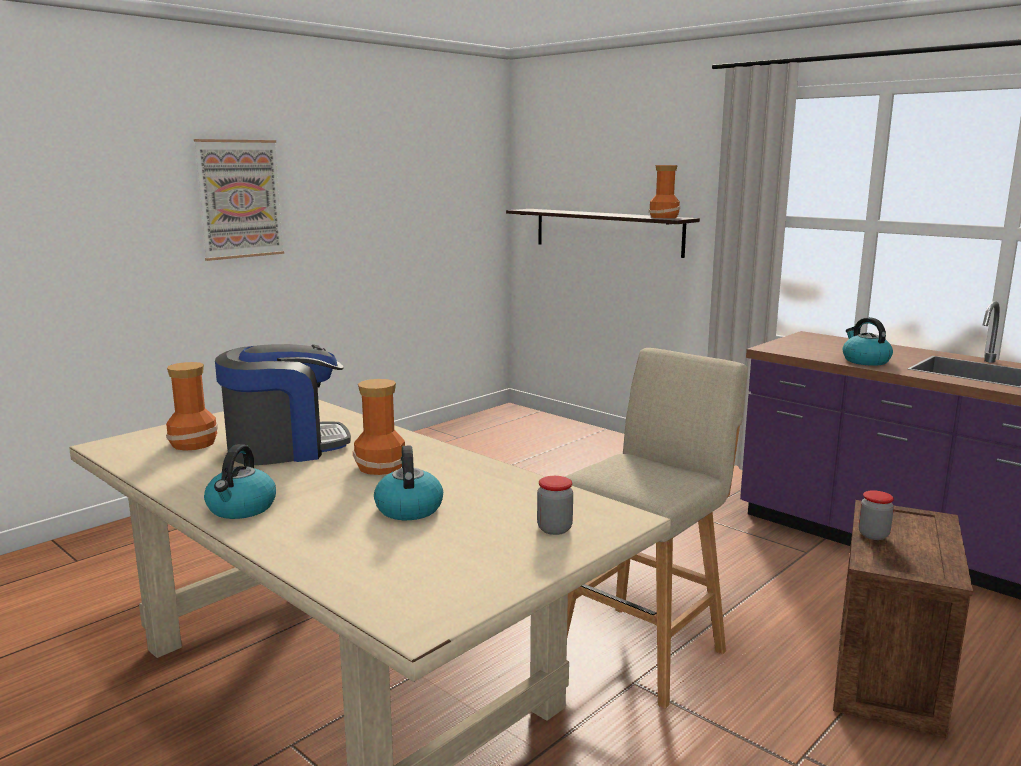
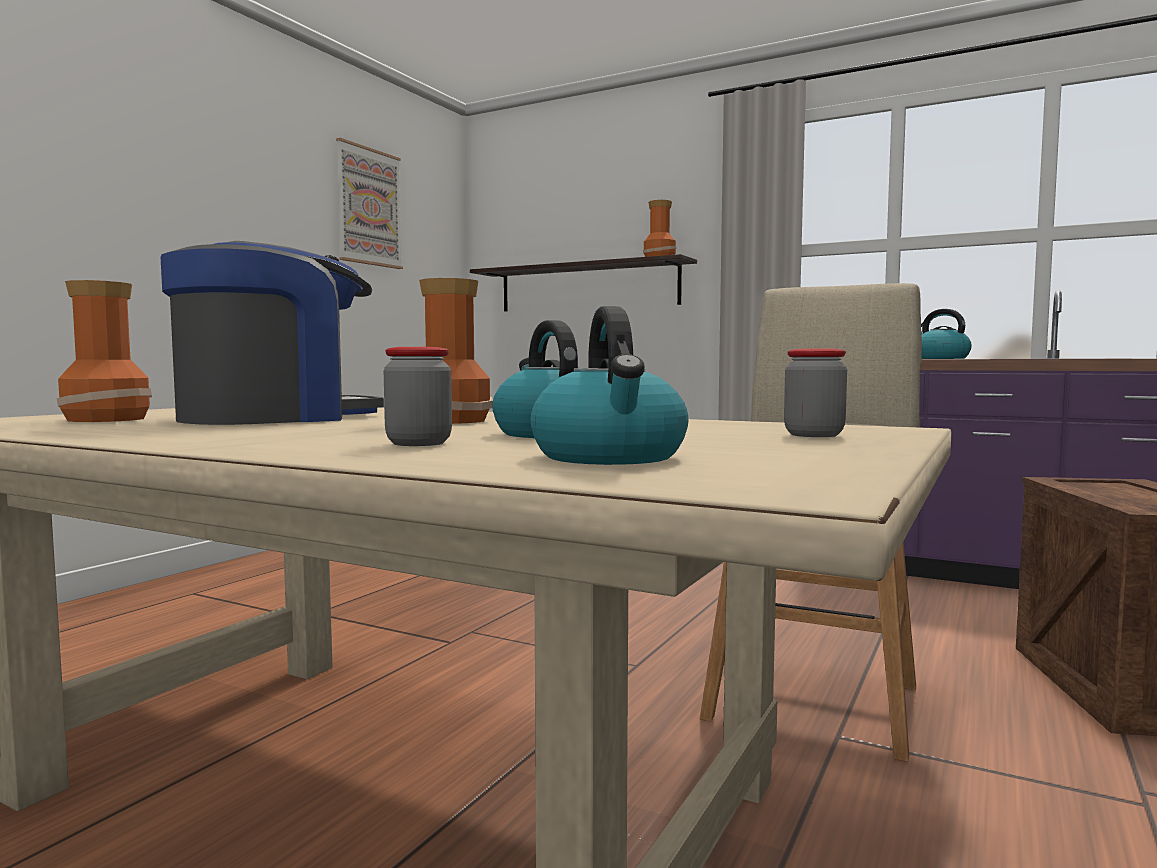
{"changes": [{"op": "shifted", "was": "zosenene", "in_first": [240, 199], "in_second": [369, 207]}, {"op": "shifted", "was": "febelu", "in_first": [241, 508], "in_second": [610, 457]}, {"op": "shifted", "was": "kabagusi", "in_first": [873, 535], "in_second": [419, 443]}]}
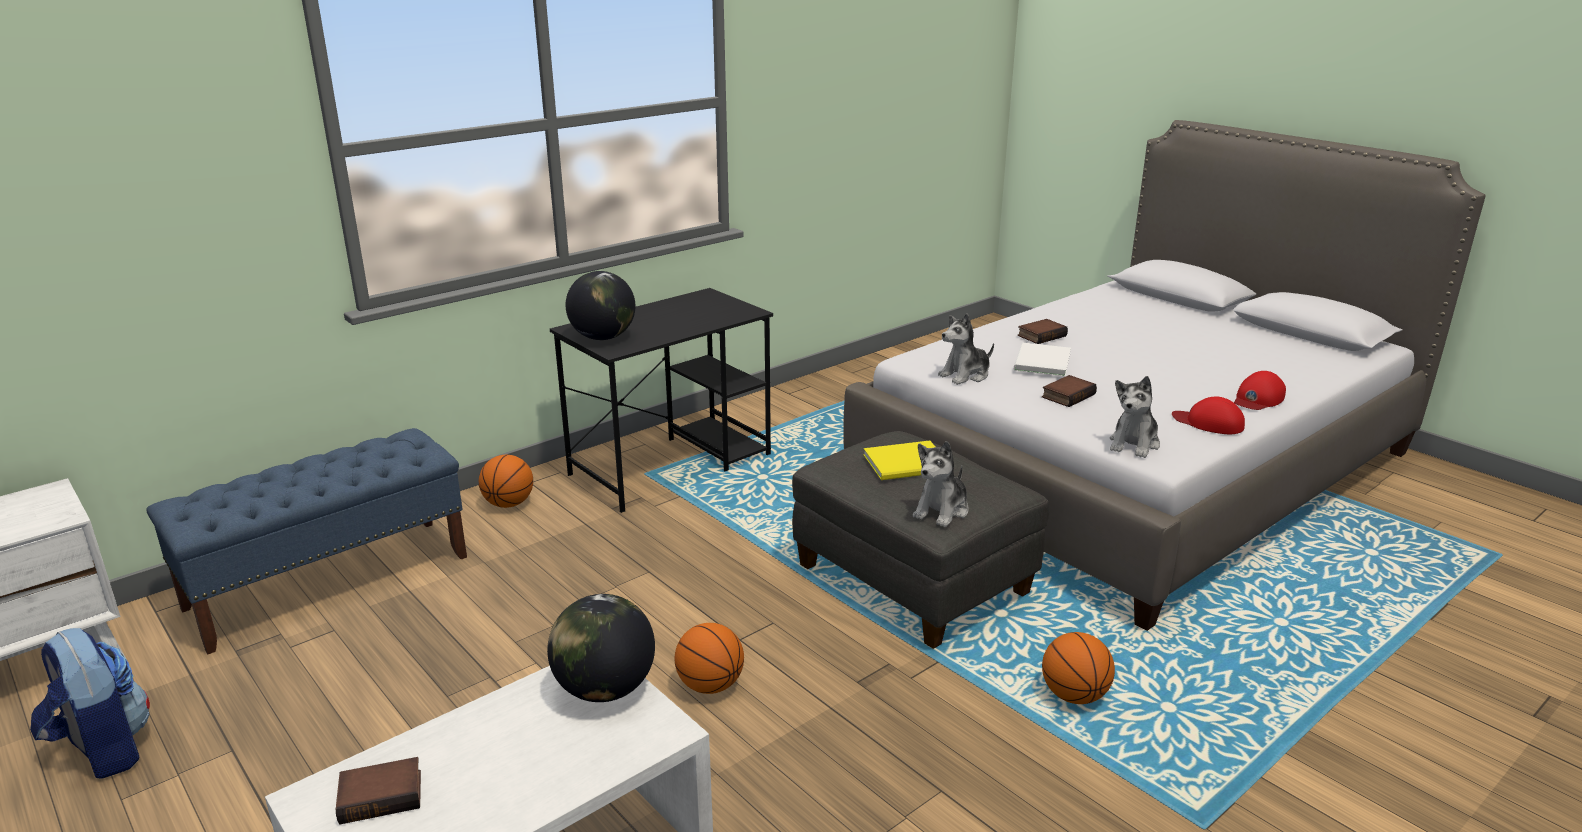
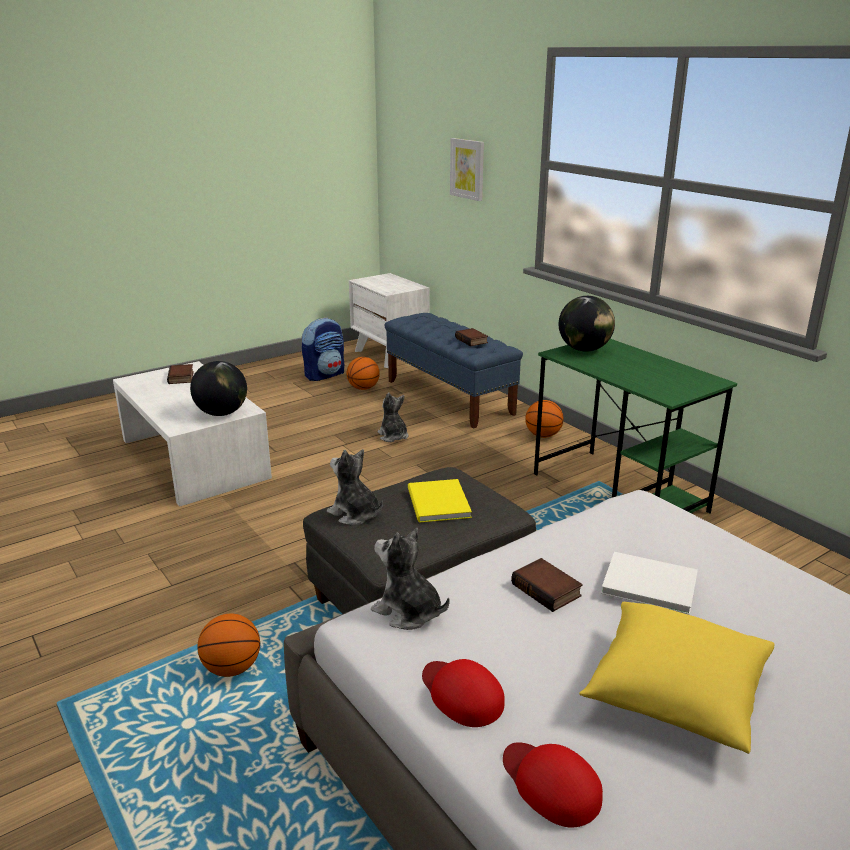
{"changes": [{"op": "repainted", "was": "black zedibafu", "now": "green zedibafu", "in_first": [672, 464], "in_second": [619, 493]}, {"op": "shifted", "was": "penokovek", "in_first": [710, 685], "in_second": [363, 388]}, {"op": "shifted", "was": "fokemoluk", "in_first": [965, 375], "in_second": [393, 436]}, {"op": "shifted", "was": "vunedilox", "in_first": [1041, 335], "in_second": [472, 340]}, {"op": "rotated", "was": "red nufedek", "in_first": [1208, 422], "in_second": [461, 694], "clockwise": -75}, {"op": "new", "now": "zosenene", "in_second": [467, 169]}, {"op": "new", "now": "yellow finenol", "in_second": [674, 694]}]}
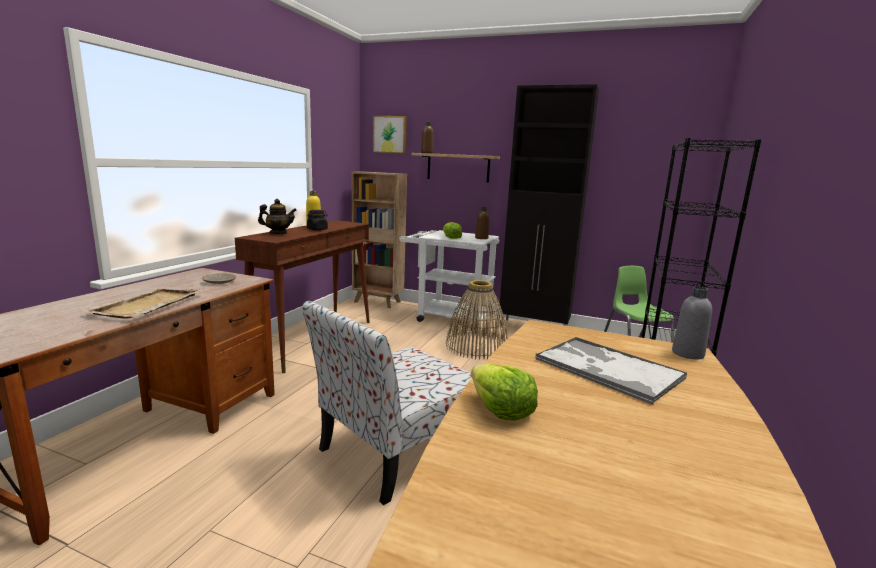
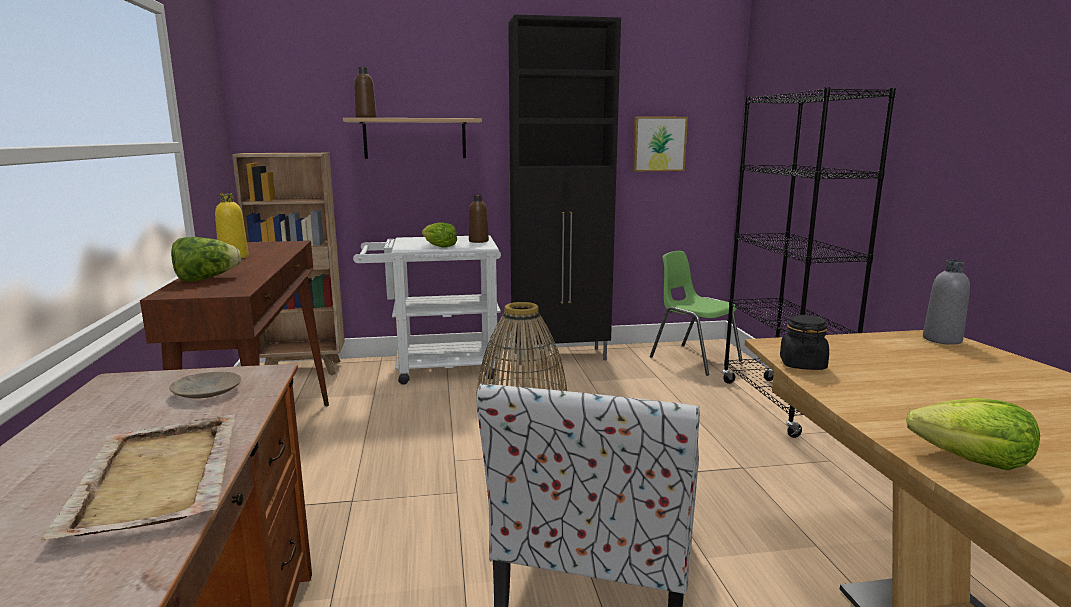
{"changes": [{"op": "swapped", "was": "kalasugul", "now": "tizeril", "in_first": [278, 233], "in_second": [206, 279]}, {"op": "shifted", "was": "black kabagusi", "in_first": [317, 229], "in_second": [802, 364]}, {"op": "shifted", "was": "zosenene", "in_first": [390, 134], "in_second": [658, 144]}, {"op": "gone", "was": "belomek", "in_first": [606, 368]}]}
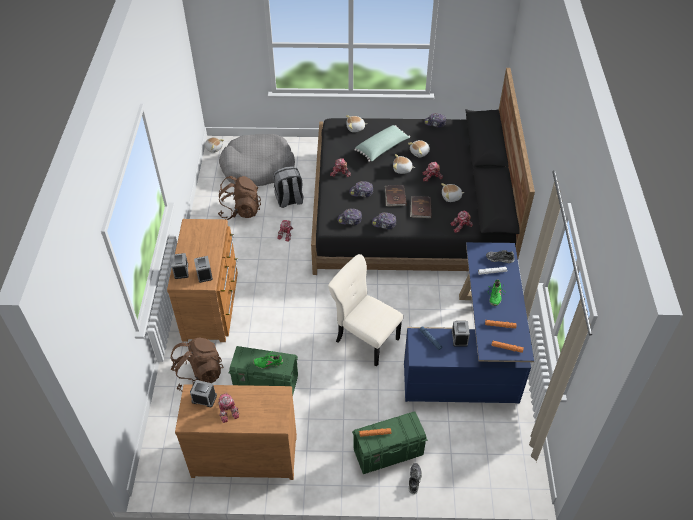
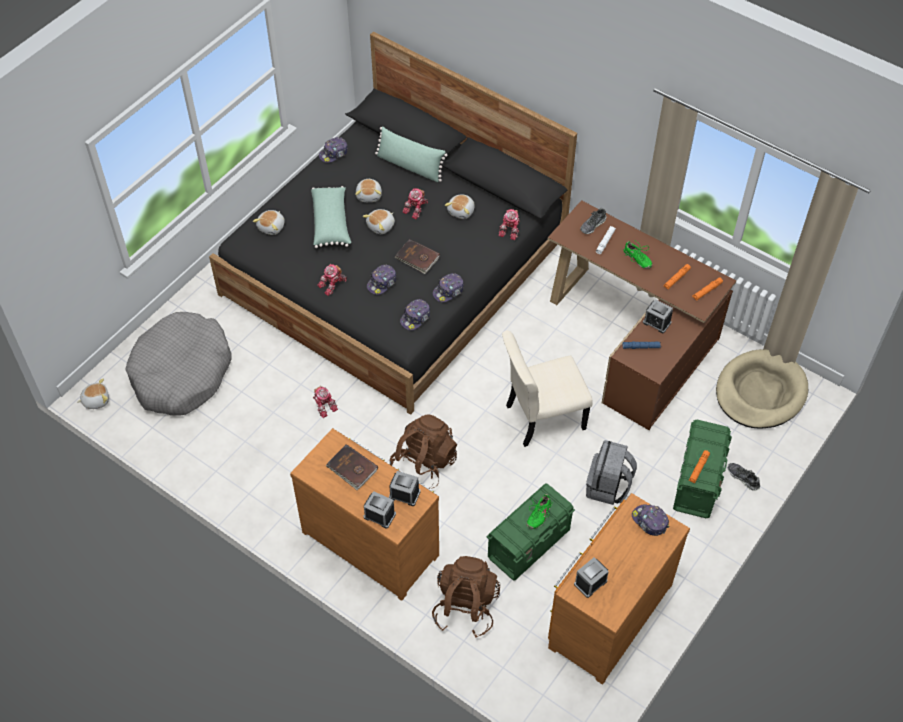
{"changes": [{"op": "shifted", "was": "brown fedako", "in_first": [240, 210], "in_second": [424, 464]}, {"op": "gone", "was": "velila", "in_first": [228, 410]}, {"op": "shifted", "was": "grey fedako", "in_first": [289, 200], "in_second": [608, 487]}, {"op": "repainted", "was": "blue zedibafu", "now": "brown zedibafu", "in_first": [472, 355], "in_second": [634, 339]}, {"op": "shifted", "was": "brown vunedilox", "in_first": [420, 208], "in_second": [352, 468]}, {"op": "new", "now": "green finenol", "in_second": [410, 166]}, {"op": "new", "now": "nufedek", "in_second": [649, 521]}, {"op": "new", "now": "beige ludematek", "in_second": [760, 392]}]}
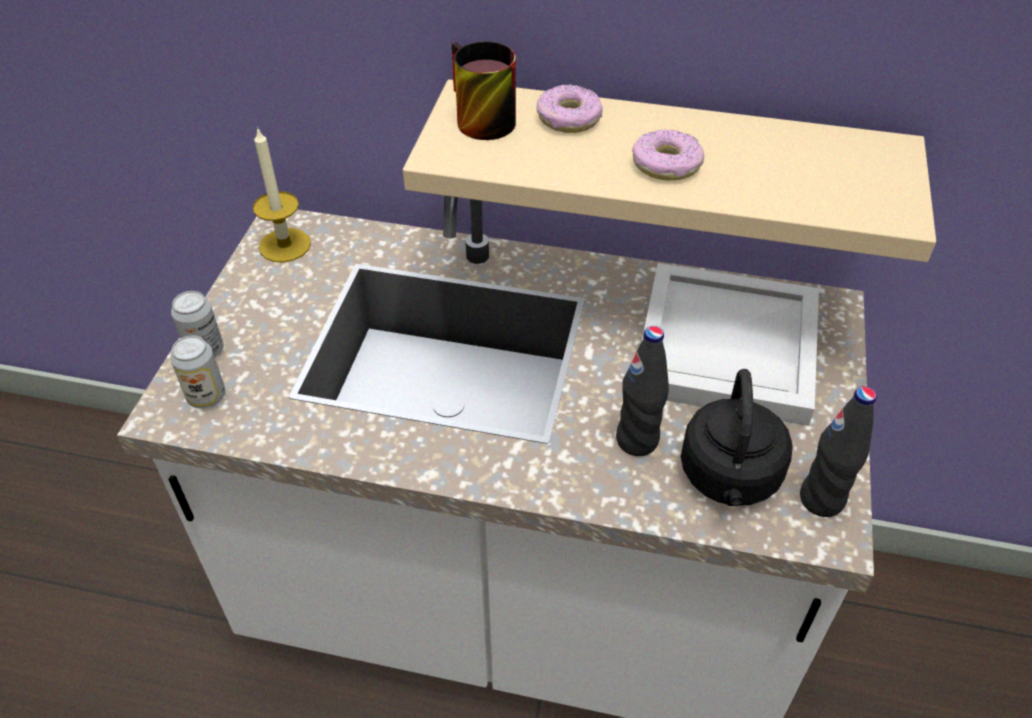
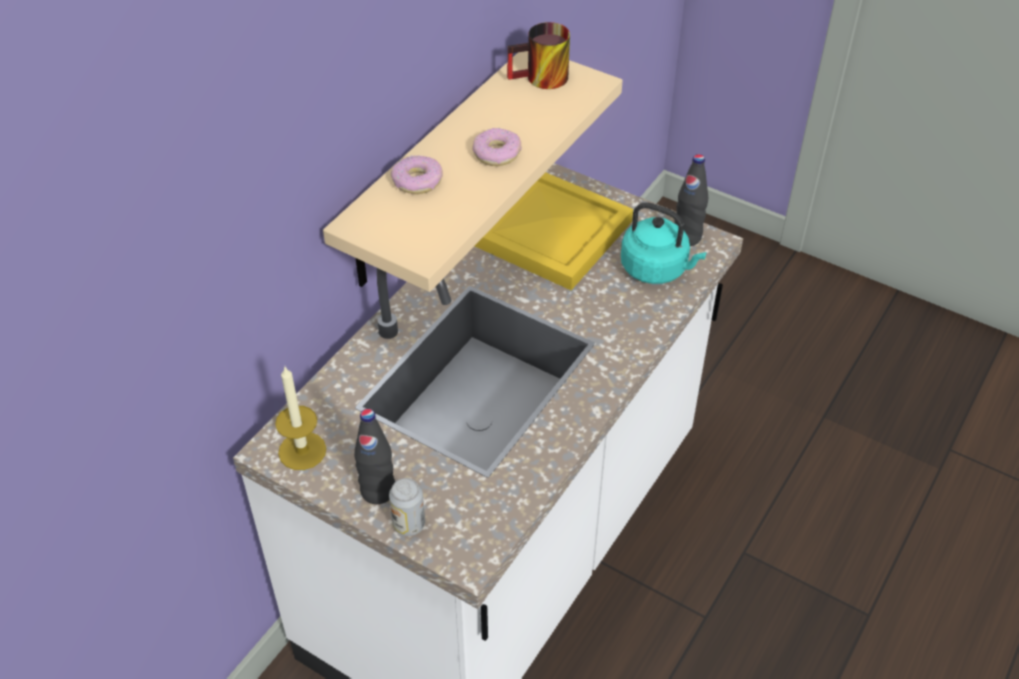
{"changes": [{"op": "gone", "was": "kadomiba", "in_first": [206, 396]}, {"op": "shifted", "was": "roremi", "in_first": [476, 119], "in_second": [541, 80]}, {"op": "shifted", "was": "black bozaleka", "in_first": [637, 440], "in_second": [378, 491]}, {"op": "repainted", "was": "white belomek", "now": "yellow belomek", "in_first": [729, 346], "in_second": [551, 231]}, {"op": "repainted", "was": "black febelu", "now": "turquoise febelu", "in_first": [729, 478], "in_second": [657, 269]}]}
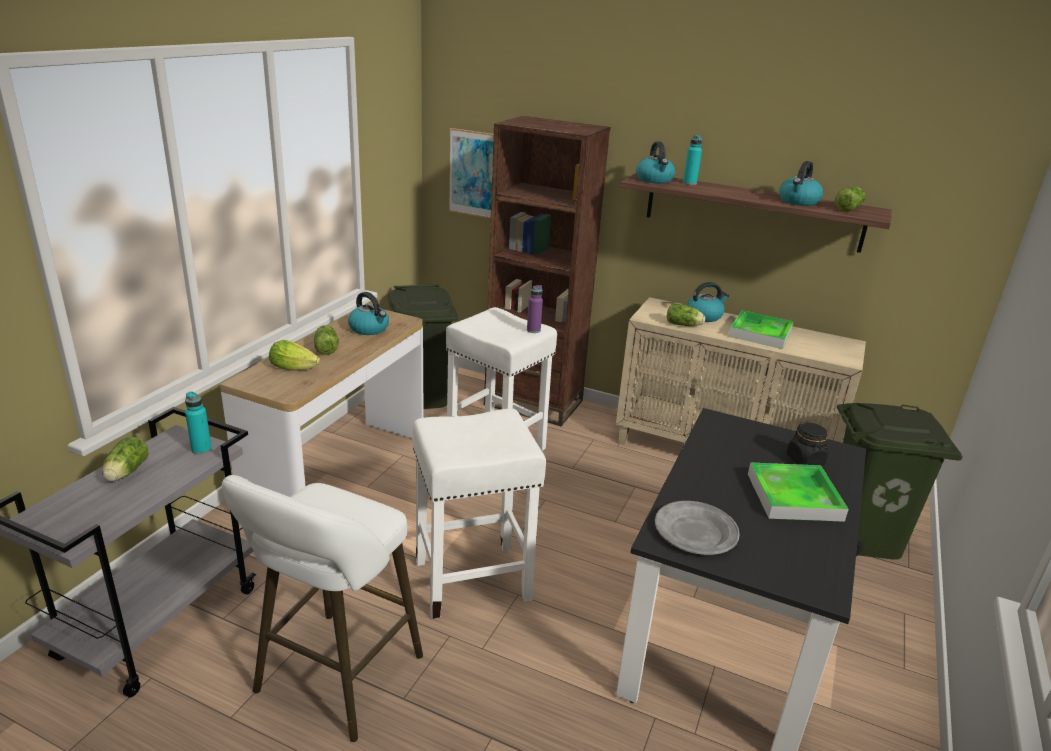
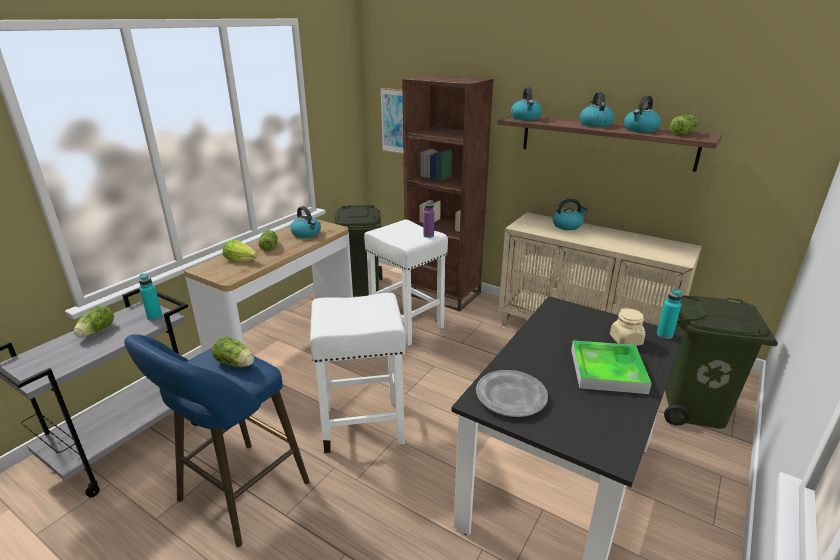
{"changes": [{"op": "repainted", "was": "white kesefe", "now": "blue kesefe", "in_first": [334, 680], "in_second": [238, 496]}, {"op": "shifted", "was": "tizeril", "in_first": [684, 325], "in_second": [236, 363]}, {"op": "shifted", "was": "turquoise bozaleka", "in_first": [689, 183], "in_second": [664, 335]}, {"op": "gone", "was": "belomek", "in_first": [760, 333]}, {"op": "repainted", "was": "black kabagusi", "now": "beige kabagusi", "in_first": [805, 460], "in_second": [626, 340]}, {"op": "new", "now": "febelu", "in_second": [595, 124]}]}
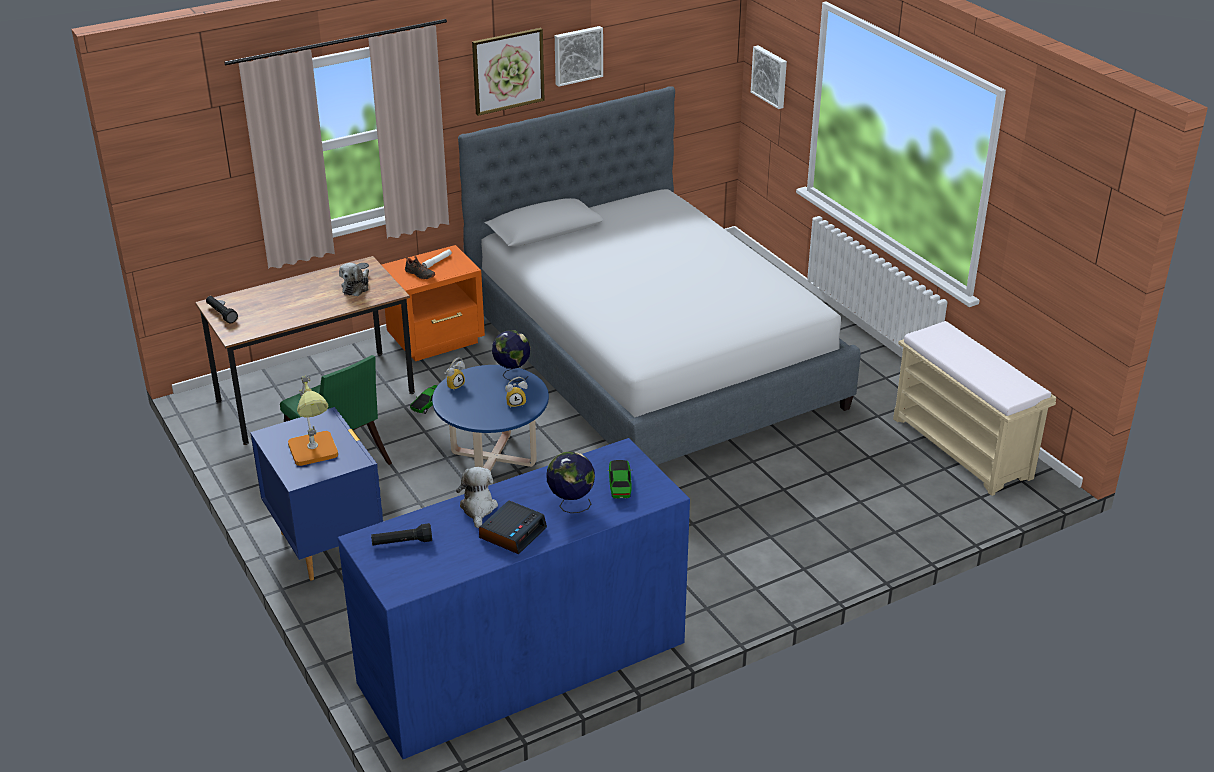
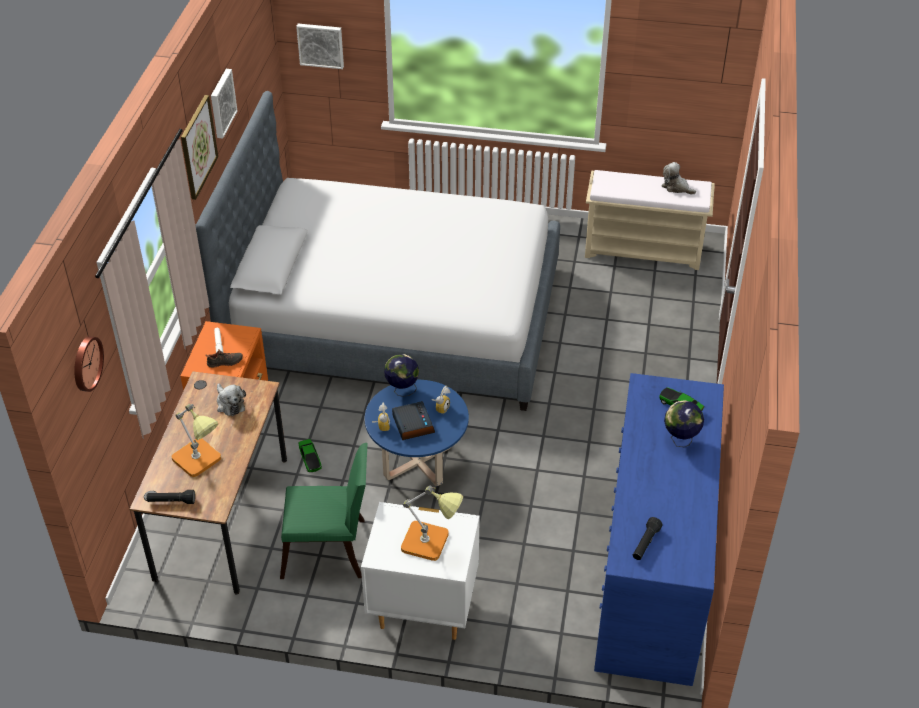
{"changes": [{"op": "repainted", "was": "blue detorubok", "now": "white detorubok", "in_first": [326, 546], "in_second": [423, 609]}, {"op": "shifted", "was": "fokemoluk", "in_first": [478, 508], "in_second": [676, 187]}, {"op": "shifted", "was": "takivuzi", "in_first": [512, 533], "in_second": [412, 424]}, {"op": "new", "now": "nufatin", "in_second": [86, 363]}, {"op": "new", "now": "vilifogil", "in_second": [200, 461]}]}
